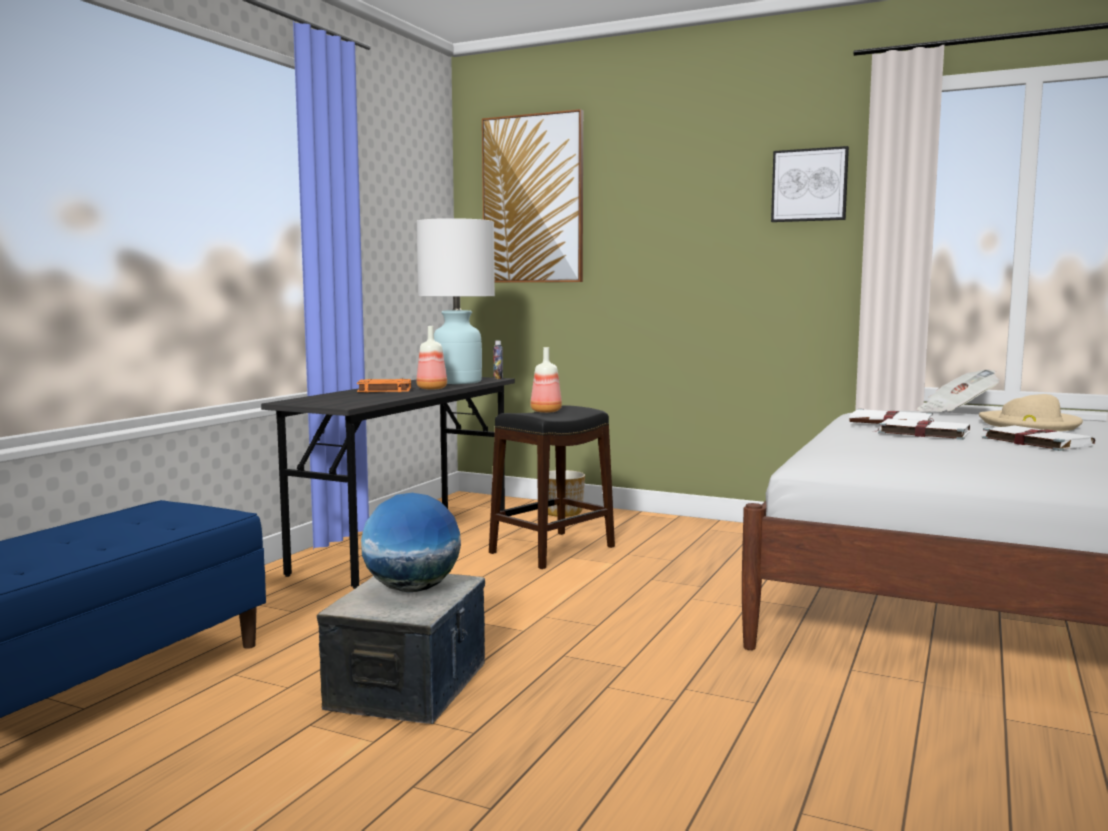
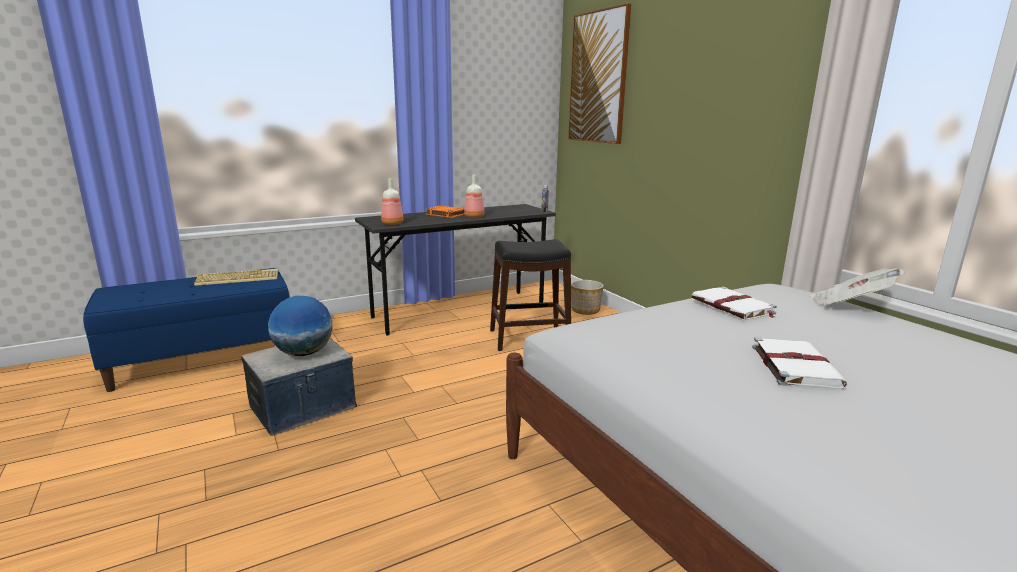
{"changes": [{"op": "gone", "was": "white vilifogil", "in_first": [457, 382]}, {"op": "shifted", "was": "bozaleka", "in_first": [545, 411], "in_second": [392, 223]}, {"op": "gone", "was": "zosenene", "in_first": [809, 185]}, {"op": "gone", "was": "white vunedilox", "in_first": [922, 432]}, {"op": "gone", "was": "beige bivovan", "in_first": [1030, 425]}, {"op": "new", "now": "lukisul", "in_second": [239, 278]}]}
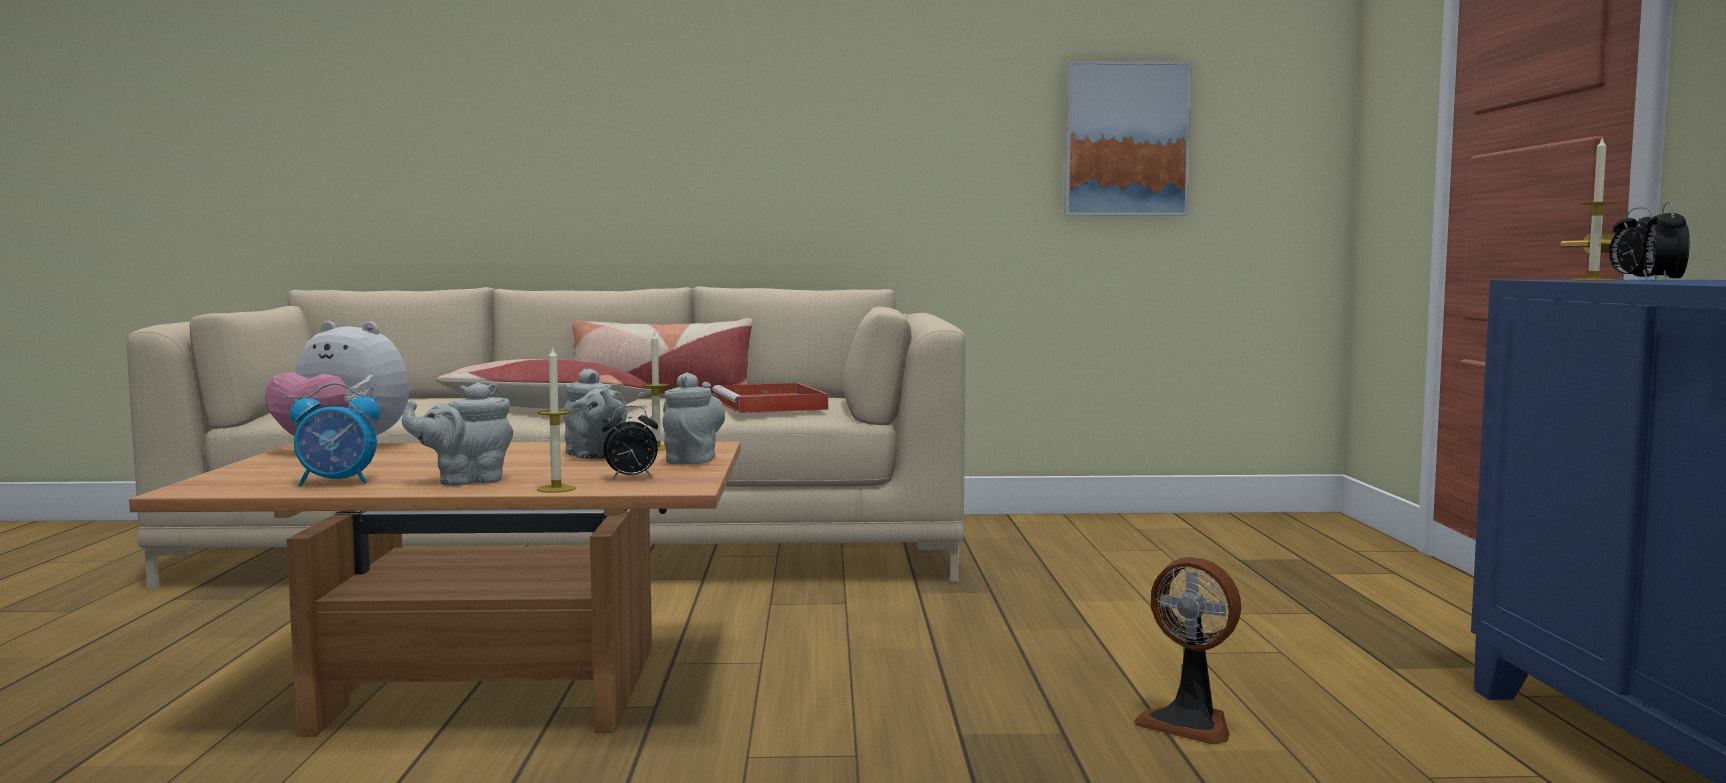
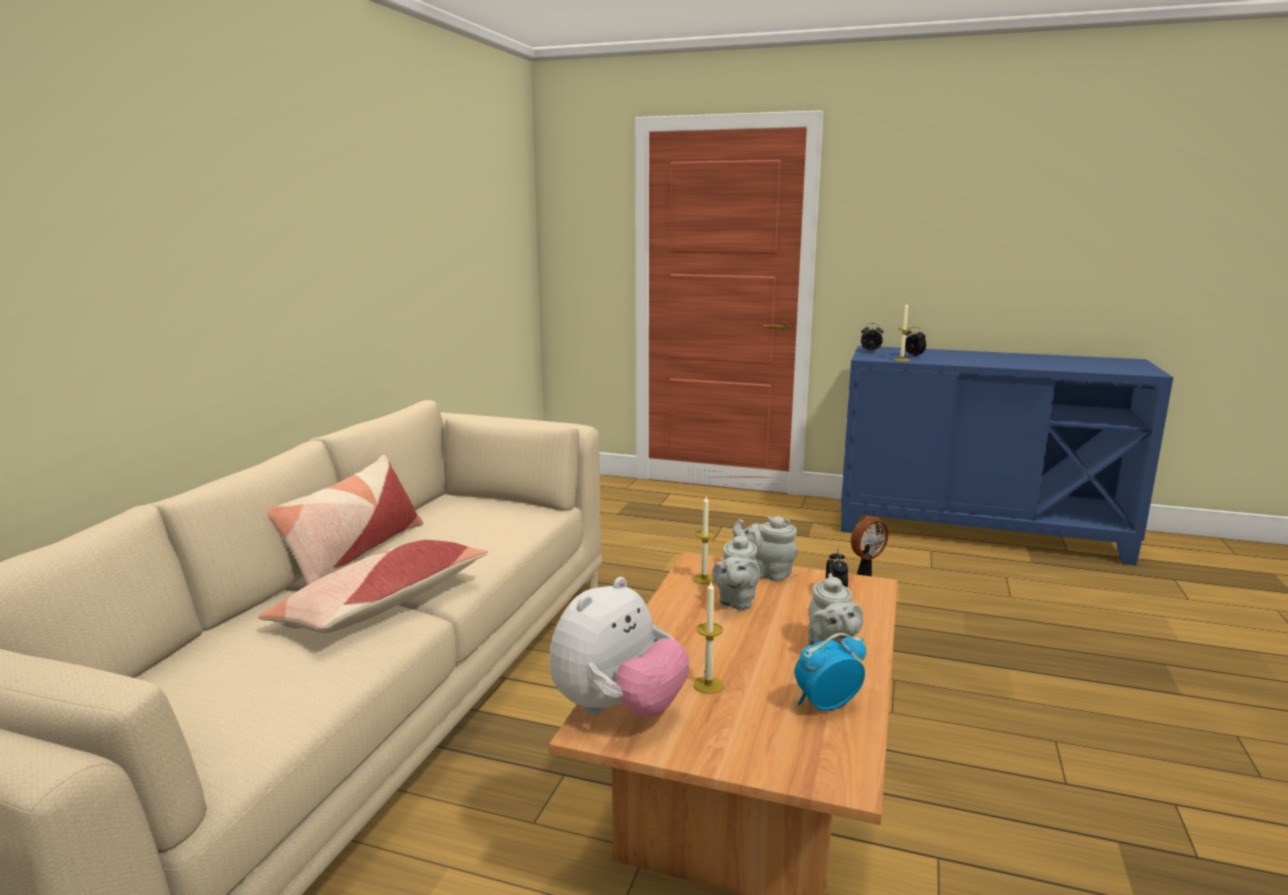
{"changes": [{"op": "rotated", "was": "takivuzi", "in_first": [337, 483], "in_second": [825, 705], "clockwise": -120}, {"op": "shifted", "was": "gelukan", "in_first": [556, 489], "in_second": [708, 685]}, {"op": "rotated", "was": "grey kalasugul", "in_first": [594, 457], "in_second": [736, 602], "clockwise": 120}, {"op": "gone", "was": "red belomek", "in_first": [771, 405]}, {"op": "gone", "was": "zosenene", "in_first": [1126, 139]}]}
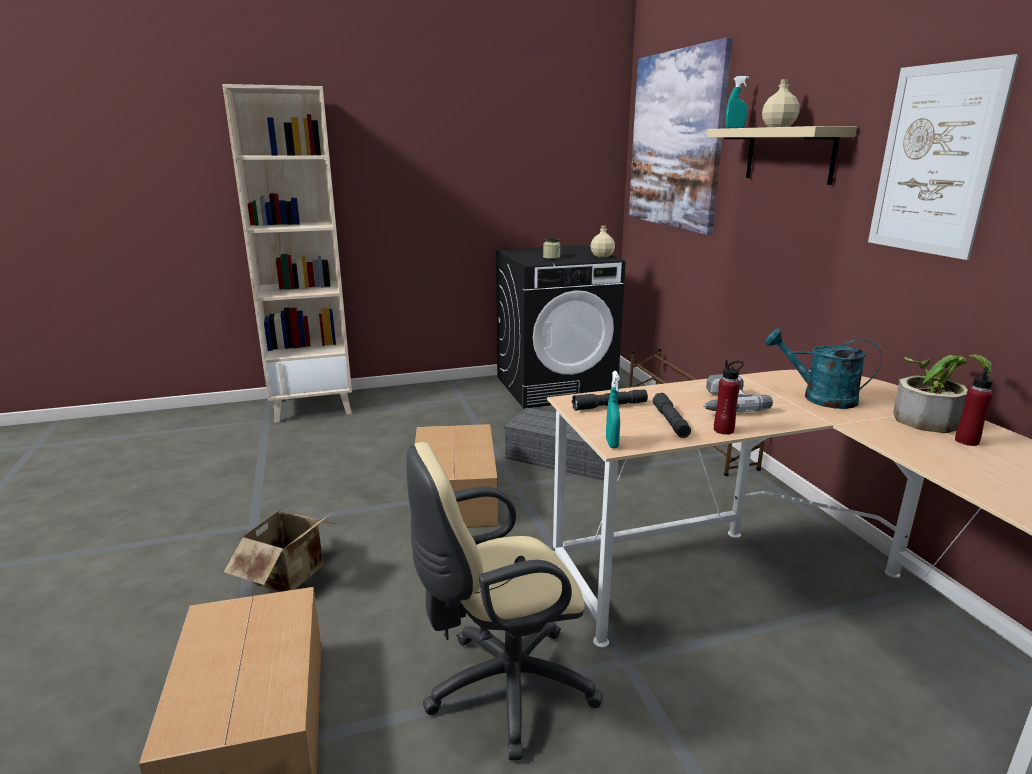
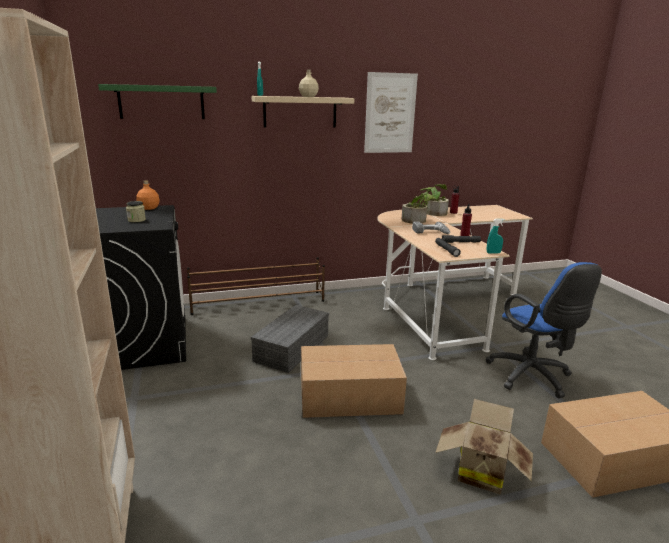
{"changes": [{"op": "repainted", "was": "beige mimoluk", "now": "blue mimoluk", "in_first": [501, 689], "in_second": [532, 377]}, {"op": "repainted", "was": "beige bozaleka", "now": "orange bozaleka", "in_first": [602, 256], "in_second": [148, 208]}, {"op": "swapped", "was": "zosenene", "now": "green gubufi", "in_first": [675, 140], "in_second": [161, 102]}, {"op": "swapped", "was": "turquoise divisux", "now": "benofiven", "in_first": [819, 398], "in_second": [417, 220]}]}
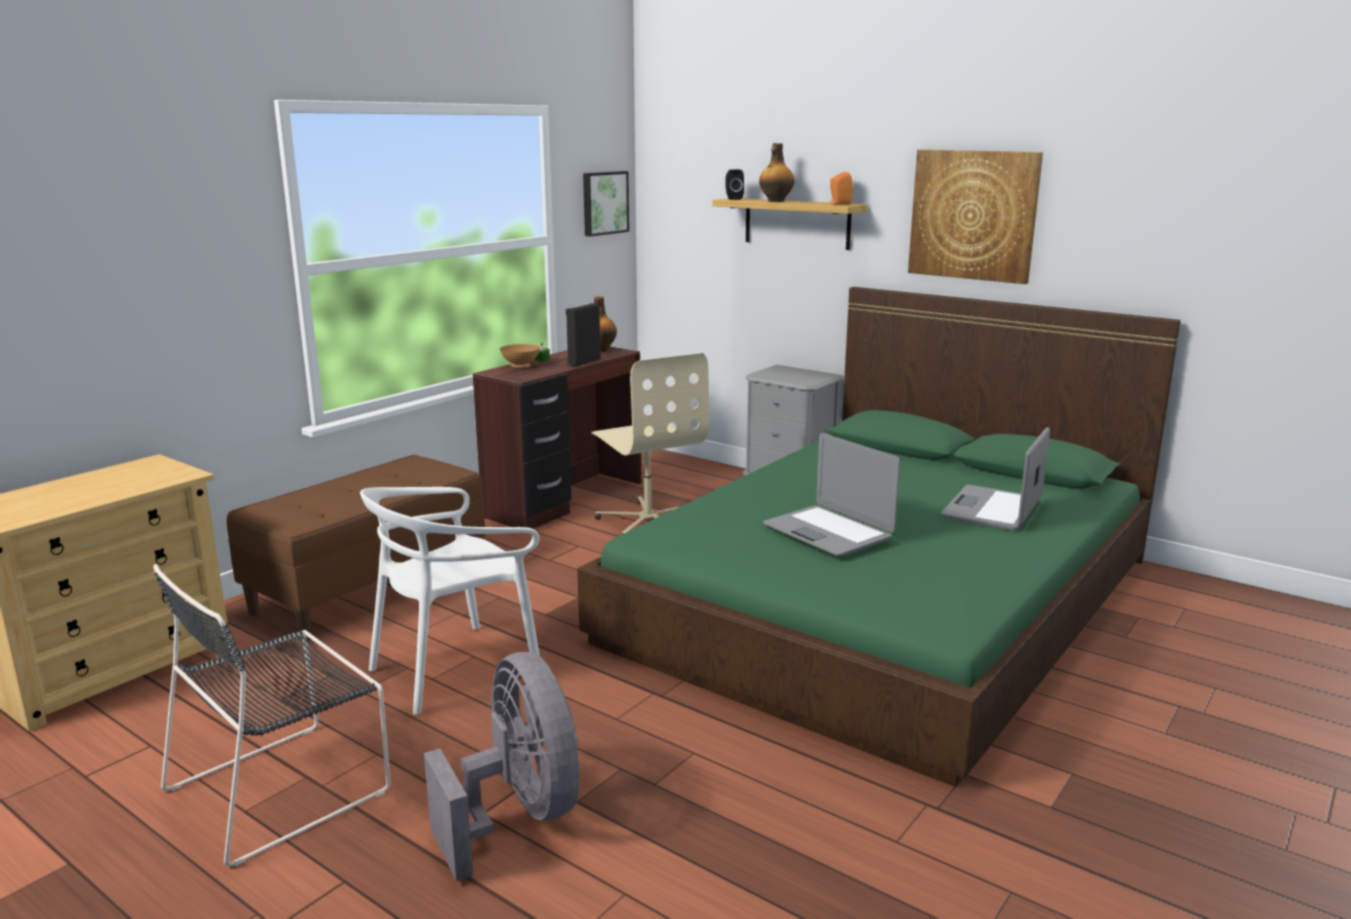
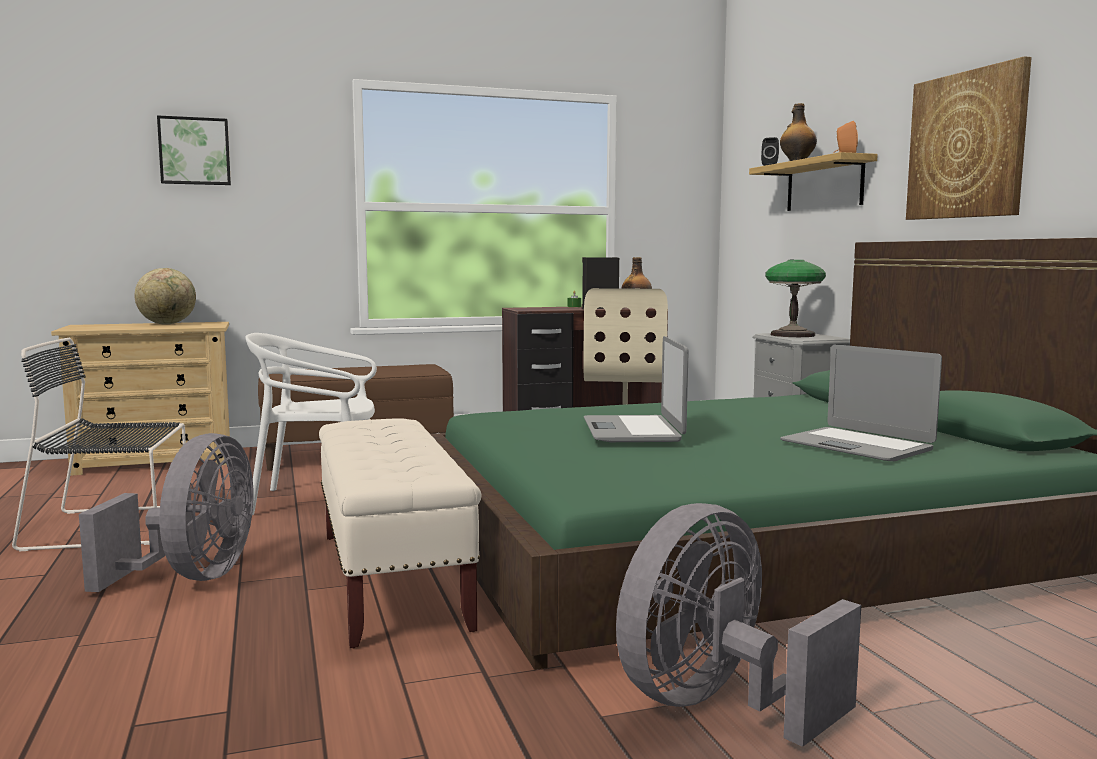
{"changes": [{"op": "gone", "was": "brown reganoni", "in_first": [521, 367]}, {"op": "shifted", "was": "zosenene", "in_first": [604, 203], "in_second": [194, 151]}, {"op": "rotated", "was": "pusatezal", "in_first": [993, 510], "in_second": [857, 446], "clockwise": -105}, {"op": "new", "now": "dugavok", "in_second": [167, 324]}, {"op": "new", "now": "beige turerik", "in_second": [391, 579]}, {"op": "new", "now": "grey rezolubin", "in_second": [717, 704]}, {"op": "new", "now": "vilifogil", "in_second": [793, 335]}]}
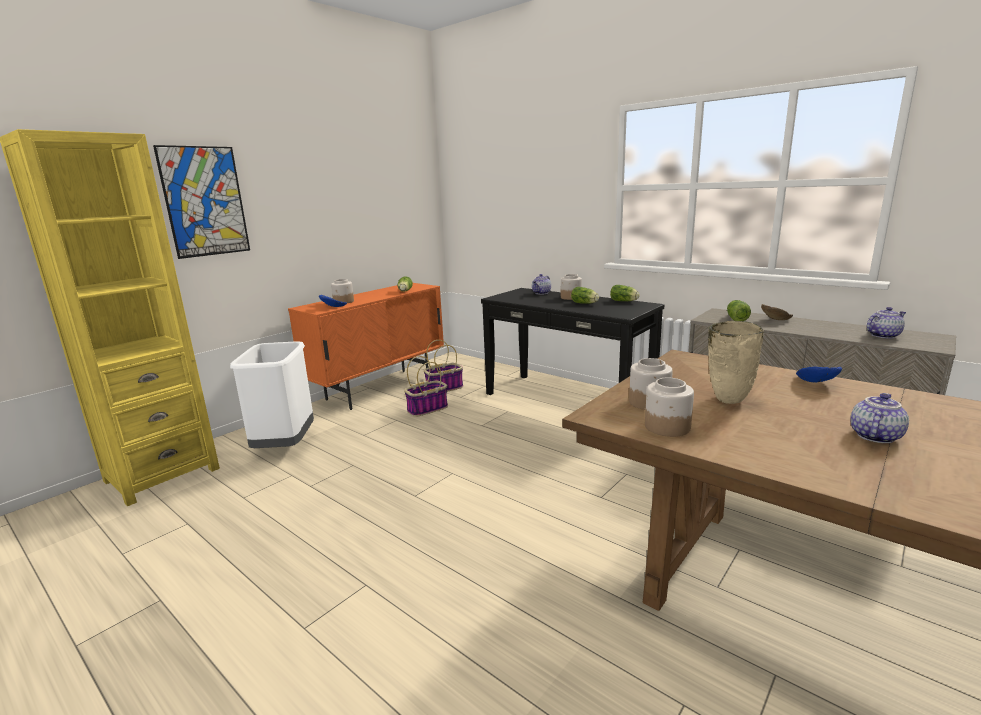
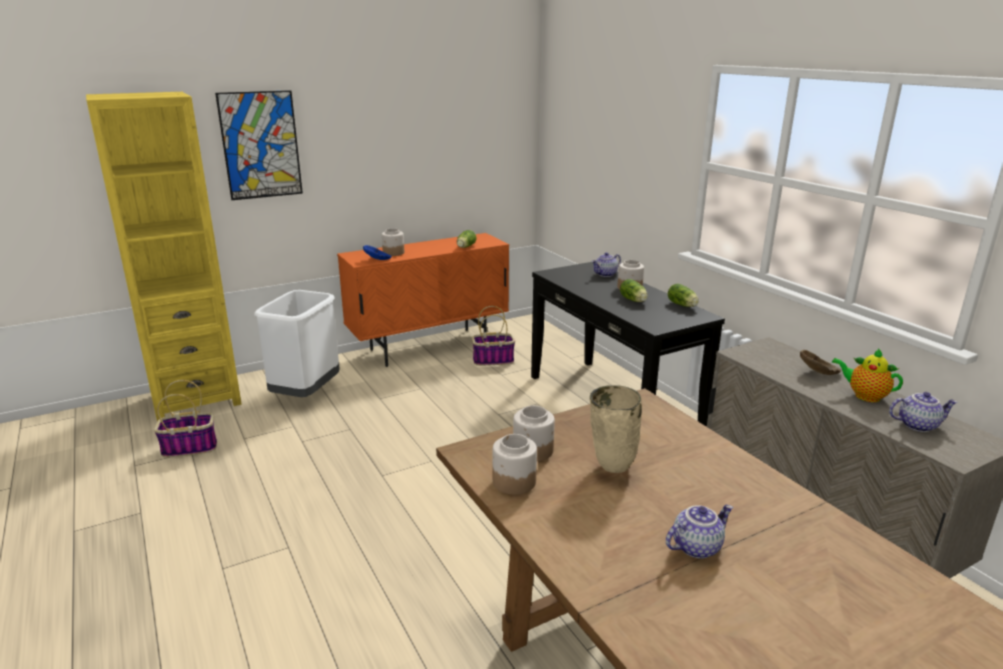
{"changes": [{"op": "shifted", "was": "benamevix", "in_first": [427, 409], "in_second": [190, 447]}, {"op": "gone", "was": "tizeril", "in_first": [736, 318]}, {"op": "gone", "was": "blue reganoni", "in_first": [815, 382]}, {"op": "new", "now": "kalasugul", "in_second": [864, 396]}]}
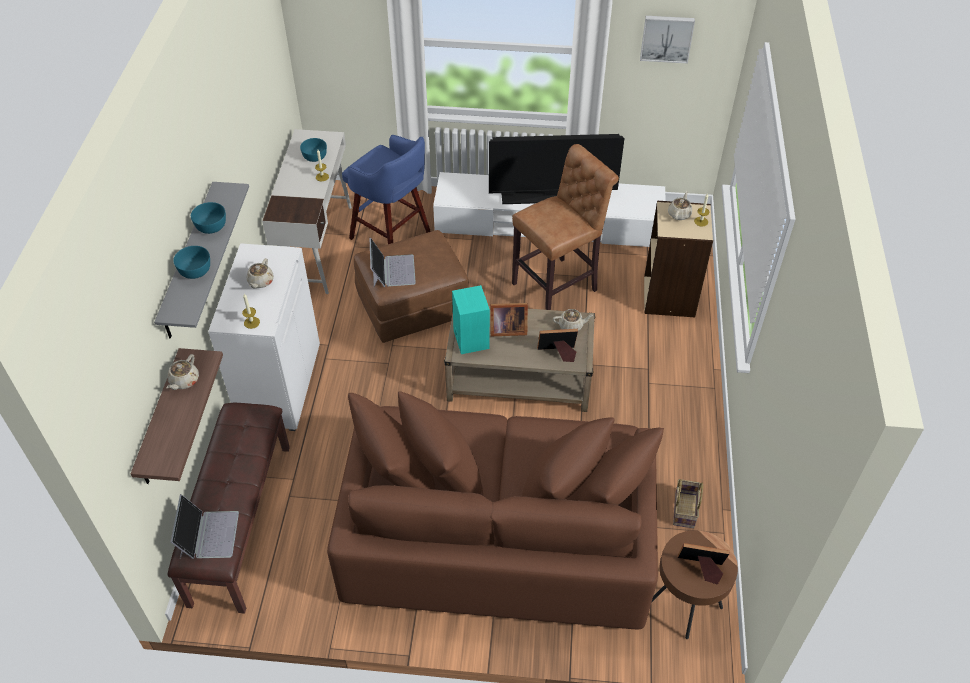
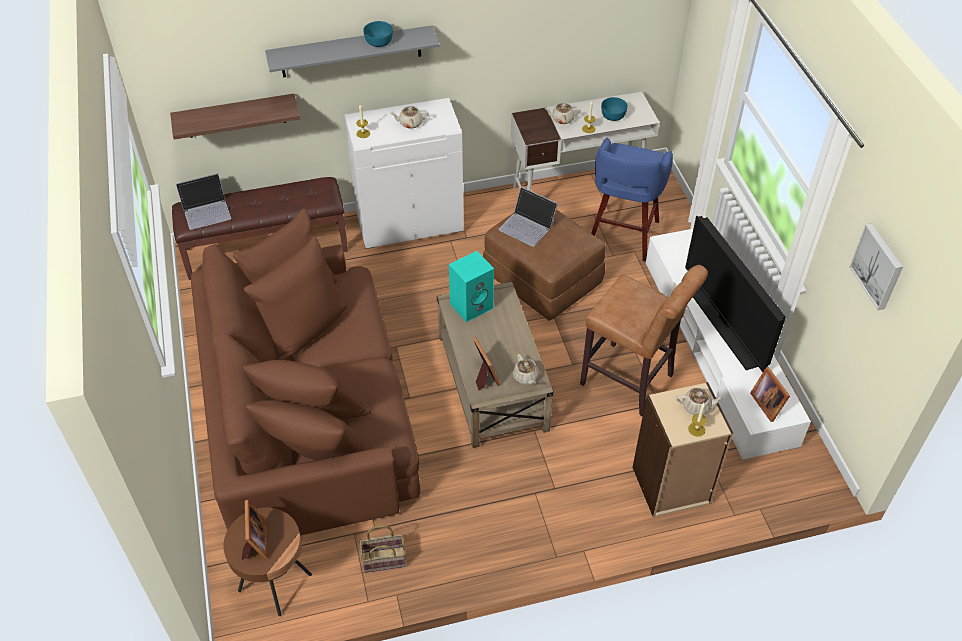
{"changes": [{"op": "shifted", "was": "beige kalasugul", "in_first": [184, 381], "in_second": [562, 119]}, {"op": "gone", "was": "turquoise reganoni", "in_first": [195, 270]}, {"op": "rotated", "was": "pusatezal", "in_first": [392, 270], "in_second": [527, 226], "clockwise": 60}, {"op": "shifted", "was": "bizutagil", "in_first": [506, 329], "in_second": [767, 403]}]}
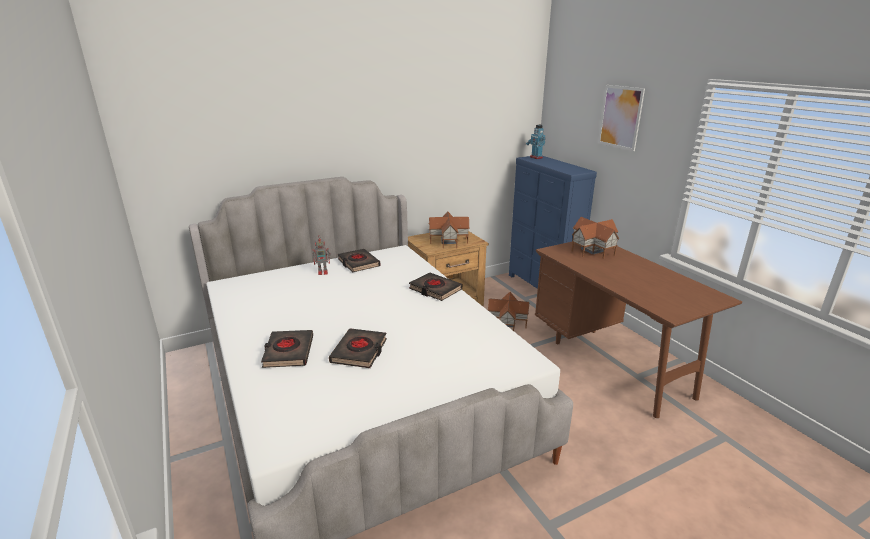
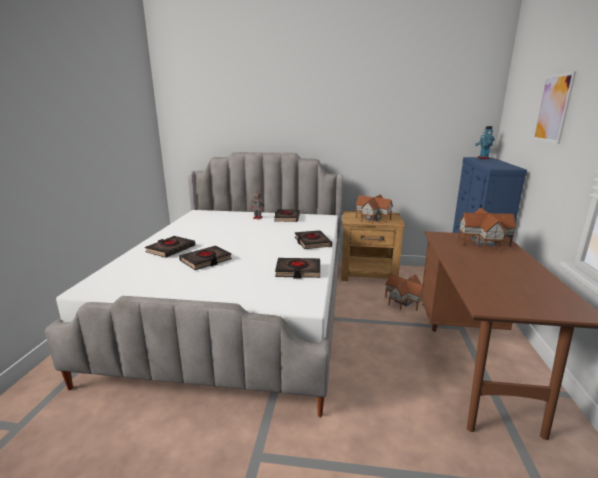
{"changes": [{"op": "new", "now": "black vunedilox", "in_second": [298, 271]}]}
